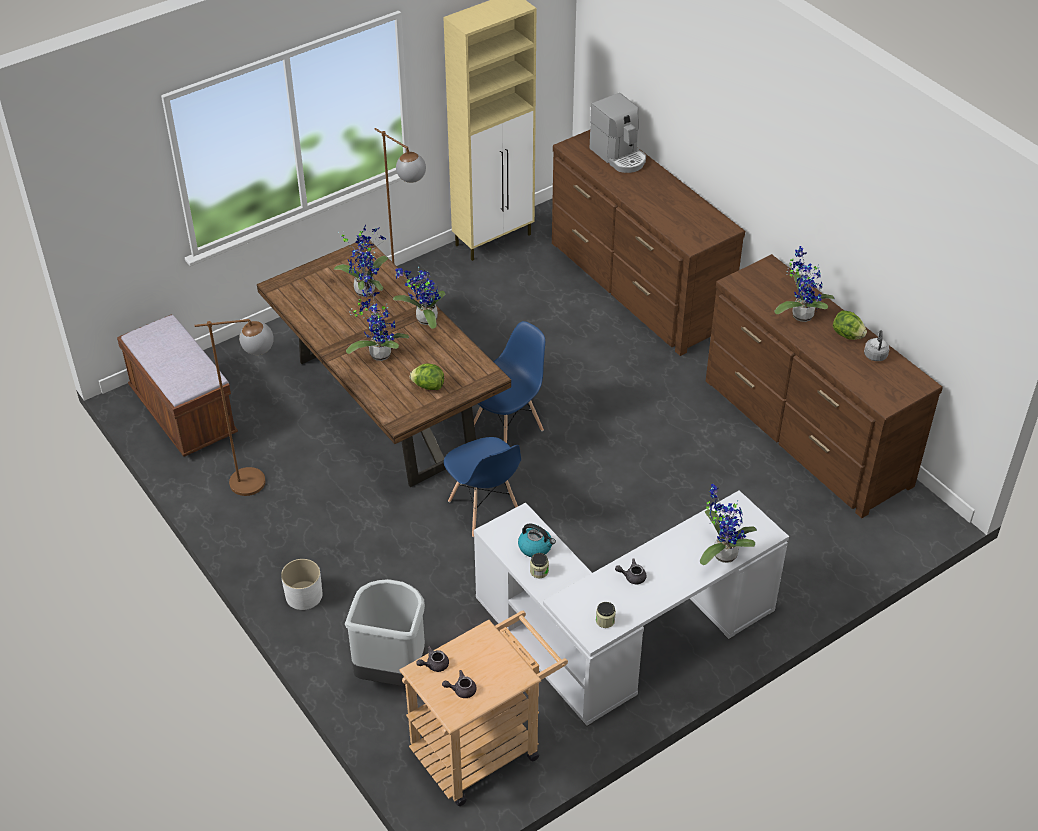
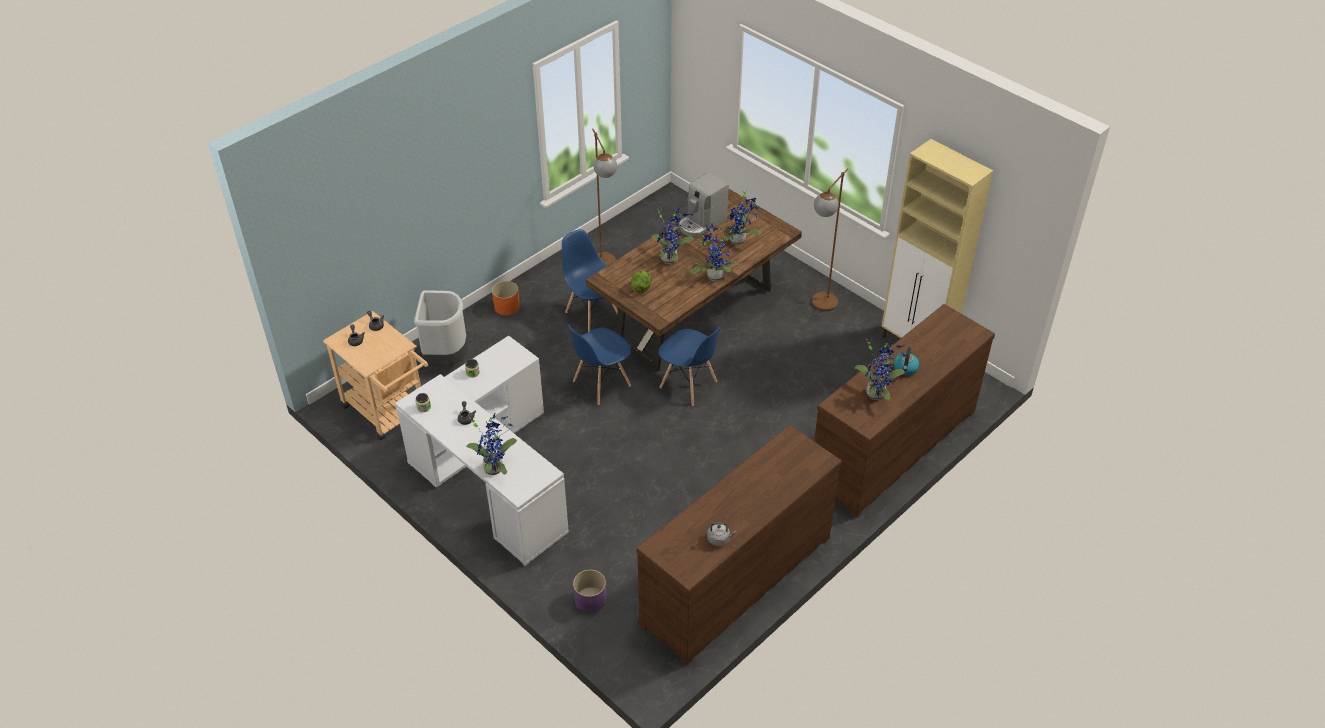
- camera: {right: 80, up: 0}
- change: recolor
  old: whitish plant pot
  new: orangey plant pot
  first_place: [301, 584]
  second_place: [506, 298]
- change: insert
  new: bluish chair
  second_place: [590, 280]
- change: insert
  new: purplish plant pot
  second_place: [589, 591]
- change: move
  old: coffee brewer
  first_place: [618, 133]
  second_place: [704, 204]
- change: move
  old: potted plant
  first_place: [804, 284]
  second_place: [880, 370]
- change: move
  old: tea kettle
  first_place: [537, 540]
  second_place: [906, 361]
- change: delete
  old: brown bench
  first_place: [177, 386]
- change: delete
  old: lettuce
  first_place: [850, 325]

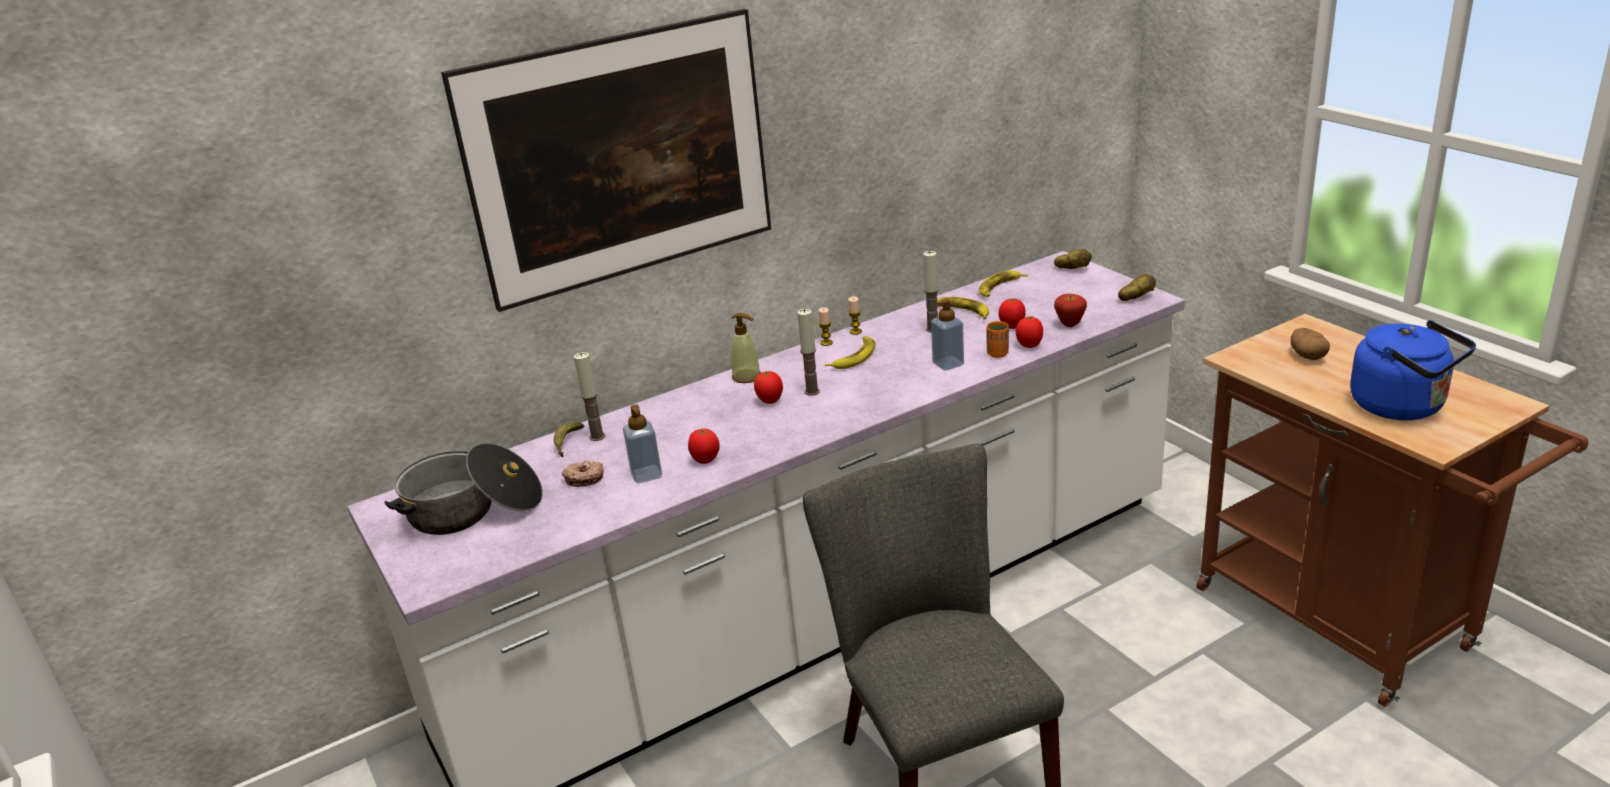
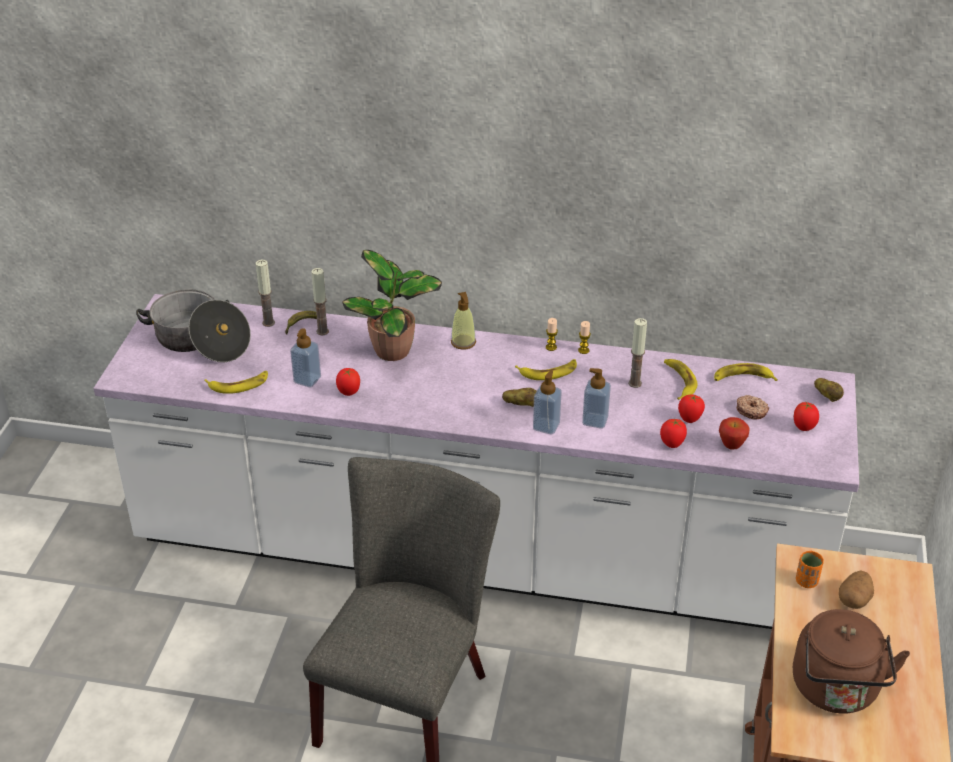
- camera: {right: 40, up: 10}
- change: insert
  new: banana
  second_place: [236, 382]
- change: move
  old: wax candle
  first_place: [808, 352]
  second_place: [265, 293]
- change: insert
  new: potted plant
  second_place: [392, 305]
- change: move
  old: whole potato
  first_place: [1137, 287]
  second_place: [519, 397]
- change: insert
  new: liquid soap bottle
  second_place: [547, 403]
- change: move
  old: ring doughnut
  first_place: [583, 473]
  second_place: [753, 407]
- change: recolor
  old: bluish tea kettle
  new: brown tea kettle
  first_place: [1413, 370]
  second_place: [851, 661]
- change: move
  old: tomato
  first_place: [768, 387]
  second_place: [806, 416]
- change: move
  old: orangey small cup
  first_place: [998, 339]
  second_place: [810, 569]
- change: delete
  old: wall picture
  first_place: [606, 160]

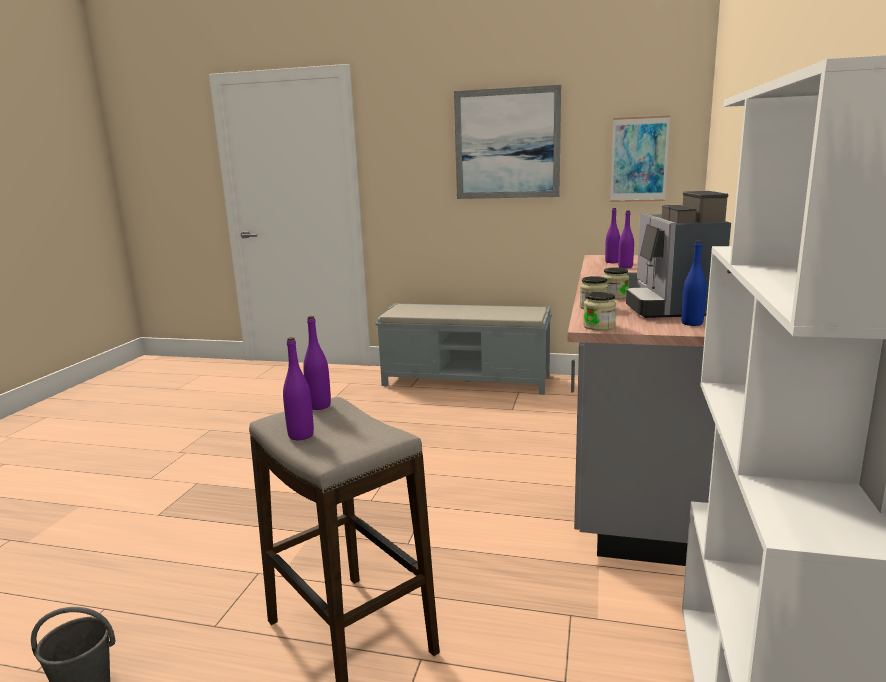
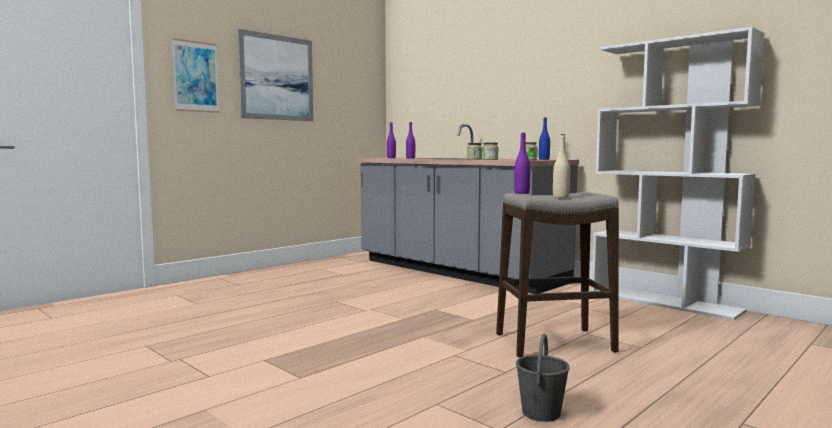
- camera: {right: -60, up: -10}
- change: move
  old: wall picture
  first_place: [640, 159]
  second_place: [195, 75]
- change: recolor
  old: purplish drink bottle
  new: beige drink bottle
  first_place: [298, 388]
  second_place: [561, 166]
- change: delete
  old: gray bench
  first_place: [464, 349]
- change: delete
  old: coffee brewer
  first_place: [678, 254]

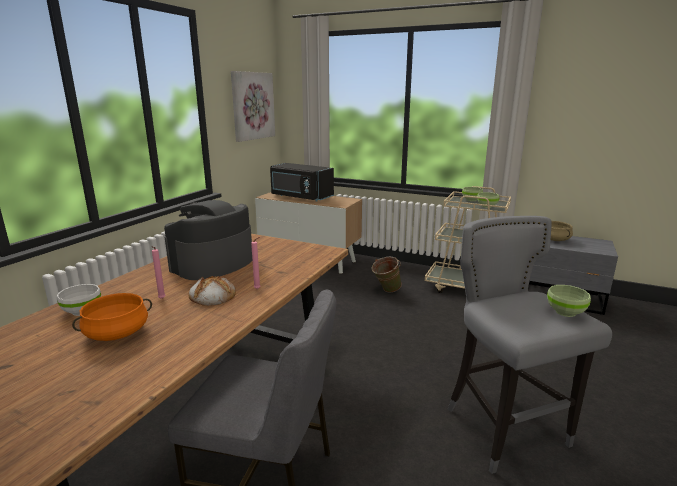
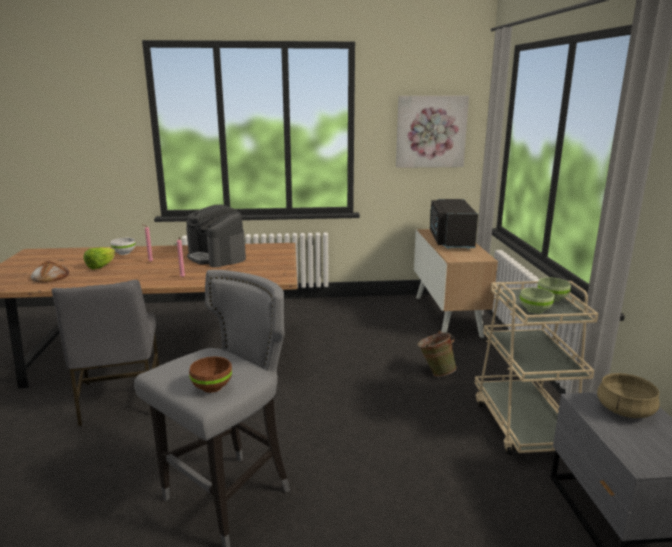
- camera: {right: 60, up: 0}
- change: move
  old: bakery bread
  first_place: [212, 291]
  second_place: [50, 271]
- change: replace
  old: orangey cooking pot
  new: lettuce
  first_place: [112, 317]
  second_place: [99, 258]
- change: rotate
  old: coffee brewer
  first_place: [208, 240]
  second_place: [216, 235]
  degrees: -135
- change: recolor
  old: greenish deep dish
  new: brown deep dish
  first_place: [569, 301]
  second_place: [210, 374]

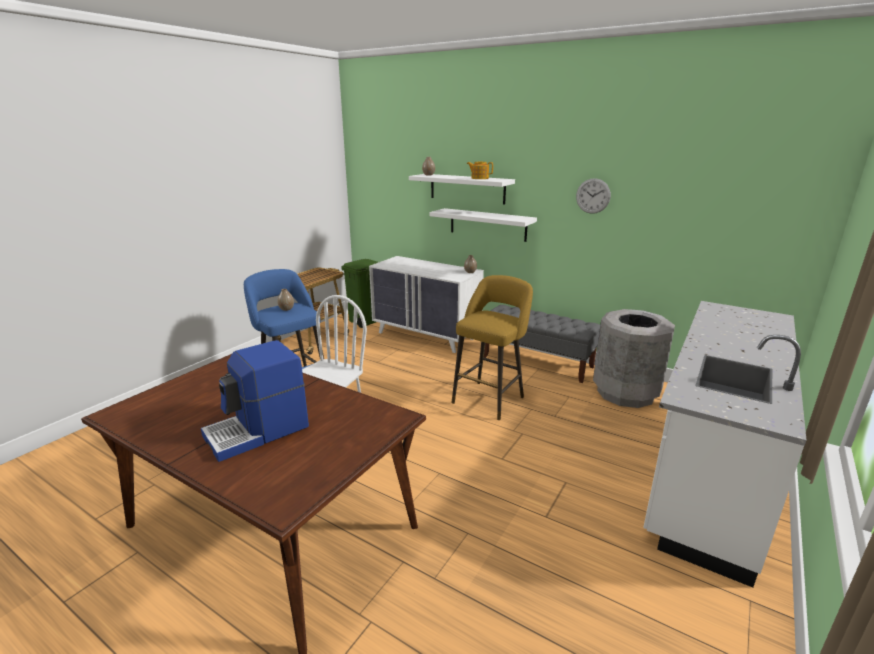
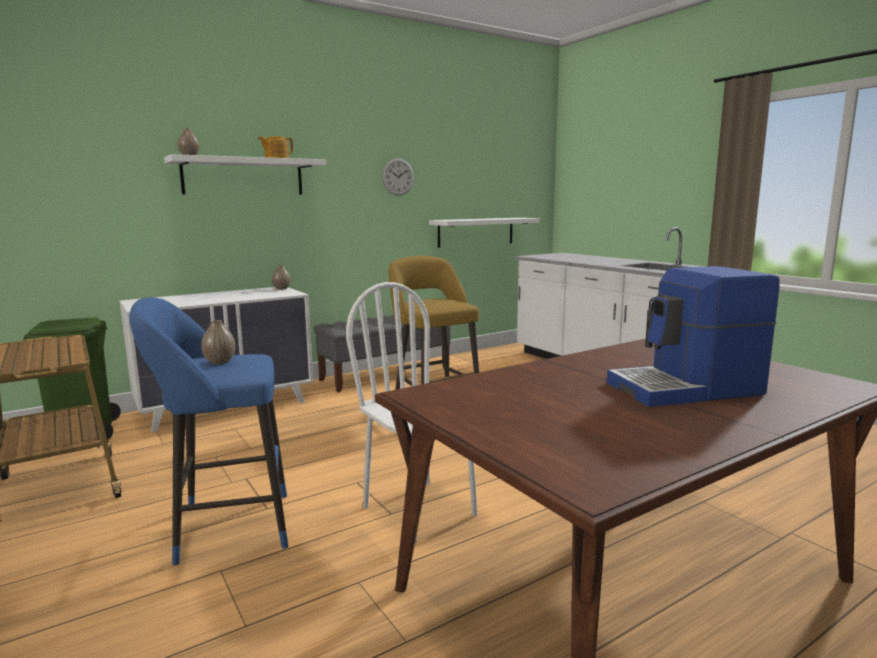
- camera: {right: -65, up: -10}
- change: move
  old: whitish bracket shelf
  first_place: [483, 225]
  second_place: [484, 233]
- change: rotate
  old: coffee brewer
  first_place: [255, 401]
  second_place: [693, 336]
  degrees: 90
- change: delete
  old: gray rubbish bin
  first_place: [634, 358]

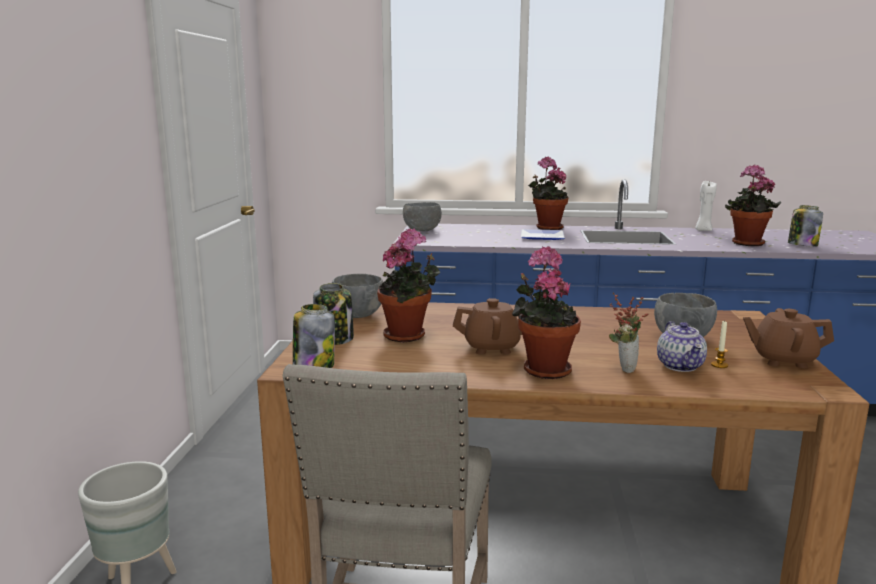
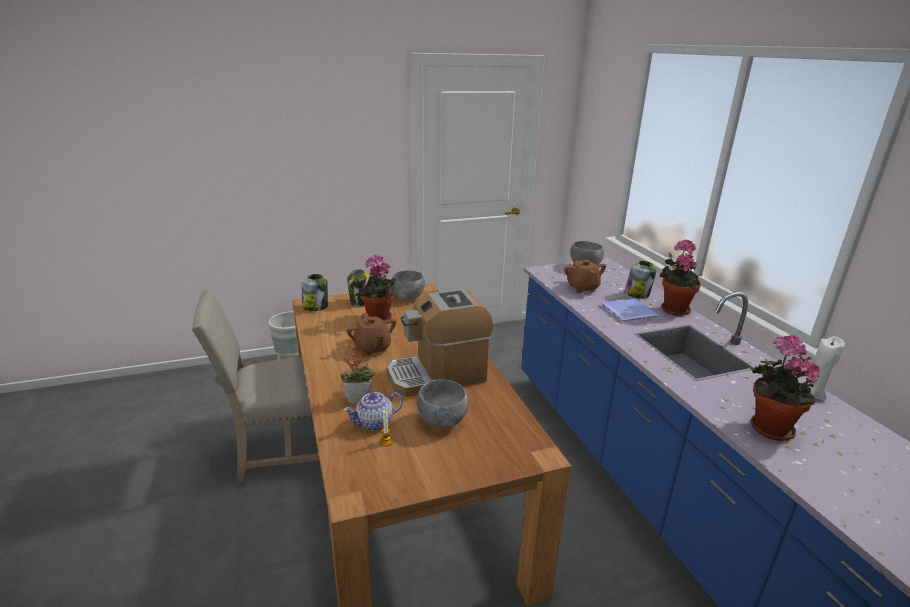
- camera: {right: 65, up: 10}
- change: insert
  new: coffee brewer
  second_place: [440, 343]
- change: move
  old: brown teapot
  first_place: [788, 338]
  second_place: [585, 275]
- change: move
  old: jar
  first_place: [805, 226]
  second_place: [641, 280]
- change: delete
  old: potted plant
  first_place: [546, 312]

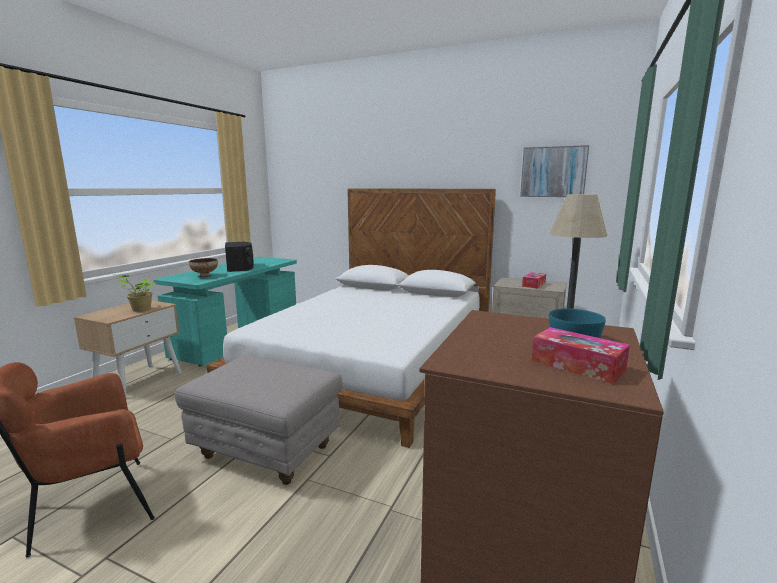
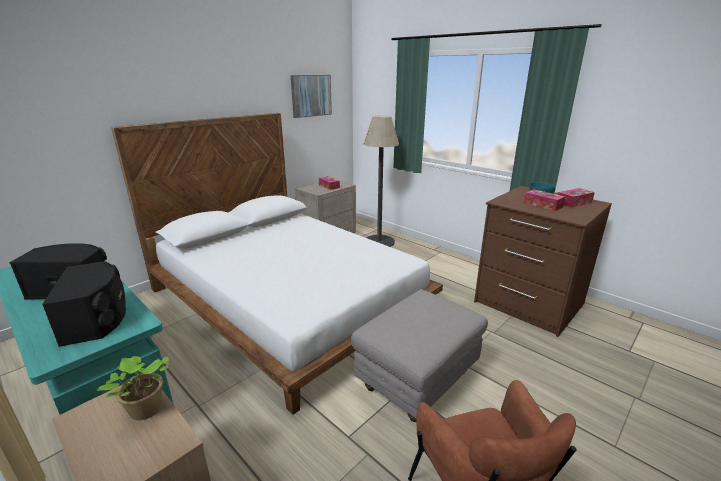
- camera: {right: -70, up: 10}
- change: replace
  old: deep dish
  new: blackish speaker
  first_place: [203, 268]
  second_place: [84, 304]
- change: insert
  new: tissue box
  second_place: [544, 200]

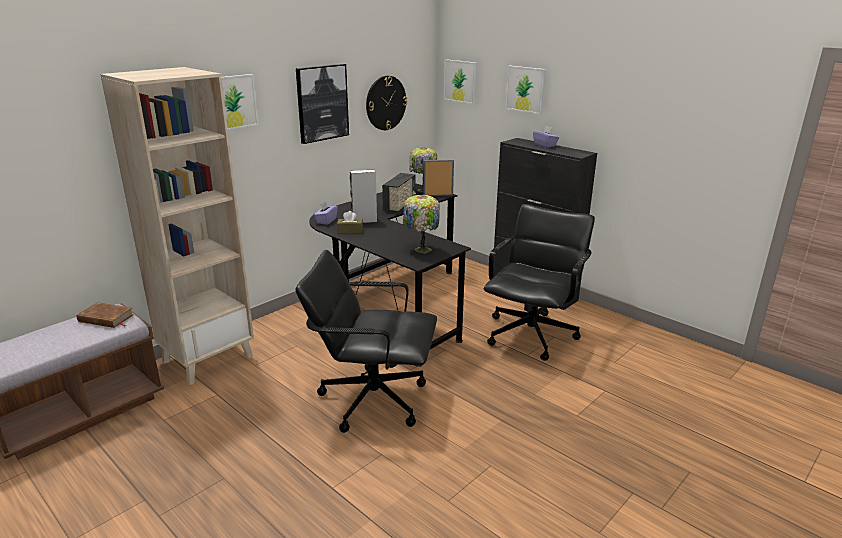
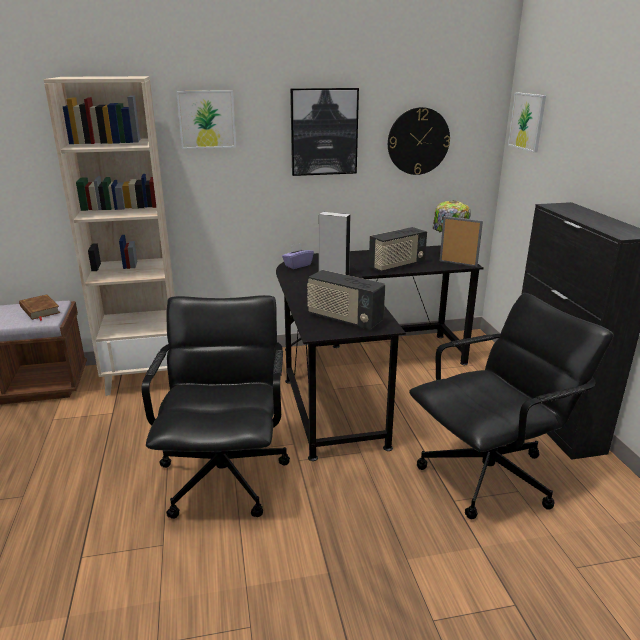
- camera: {right: 35, up: 0}
- change: rotate
  old: blackish office chair
  first_place: [366, 341]
  second_place: [216, 407]
  degrees: 45
- change: replace
  old: tabletop lamp
  new: radio set
  first_place: [421, 224]
  second_place: [346, 299]
- change: delete
  old: brown tissue box
  first_place: [350, 222]
- change: delete
  old: wall picture
  first_place: [525, 90]
- change: delete
  old: purplish tissue box
  first_place: [546, 137]

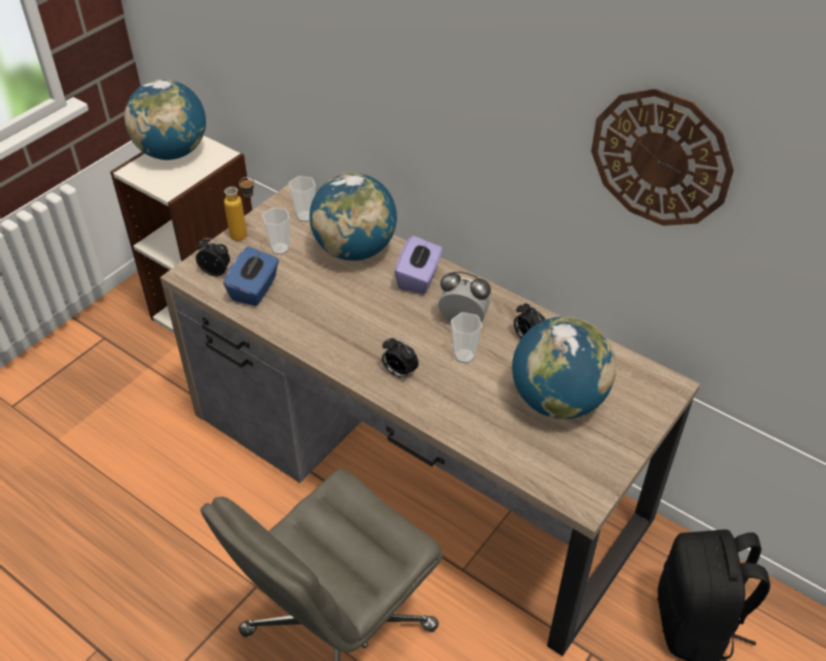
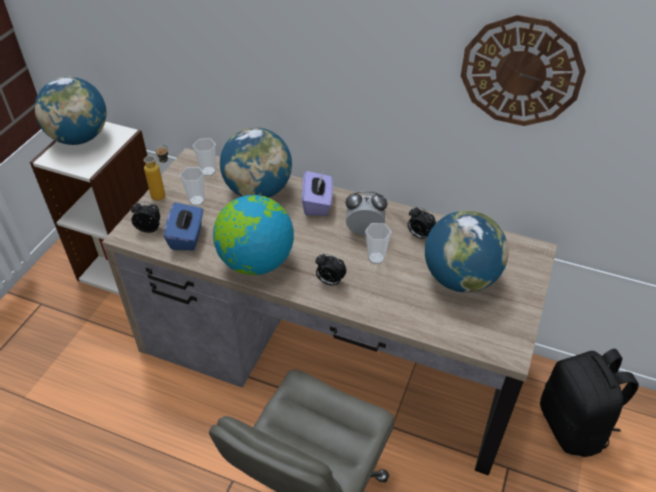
- camera: {right: -15, up: 0}
- change: insert
  new: world globe
  second_place: [253, 235]

